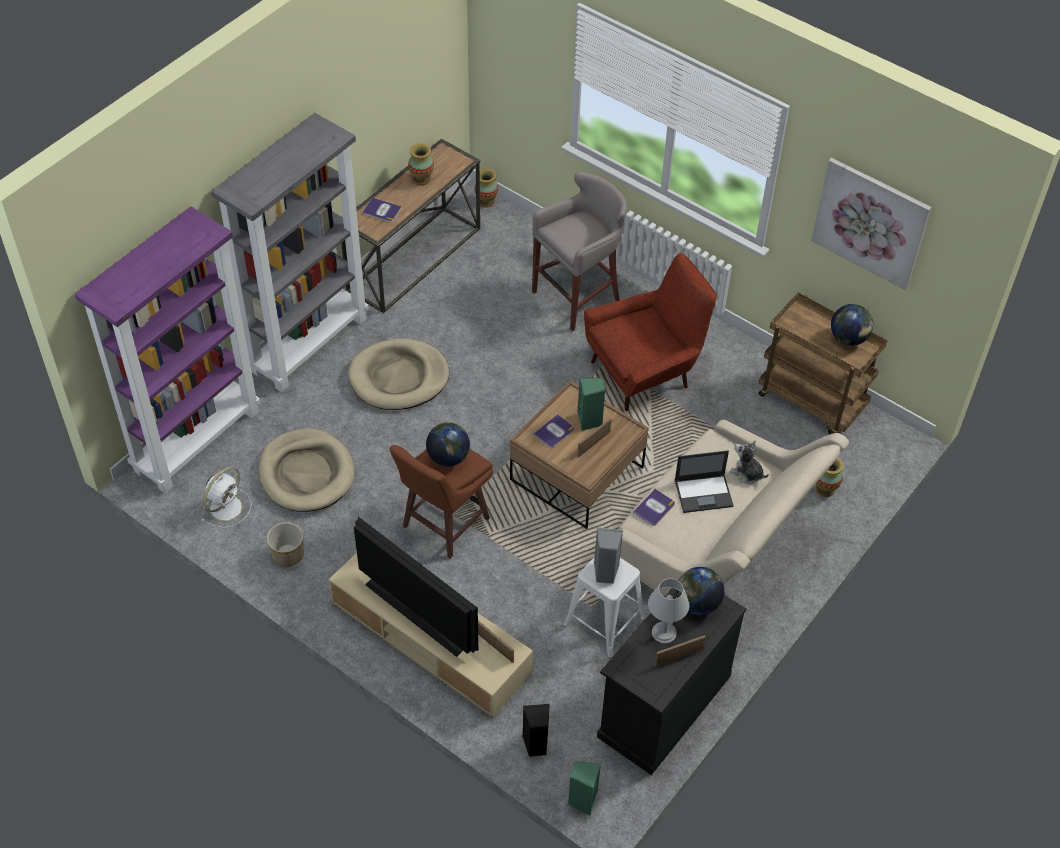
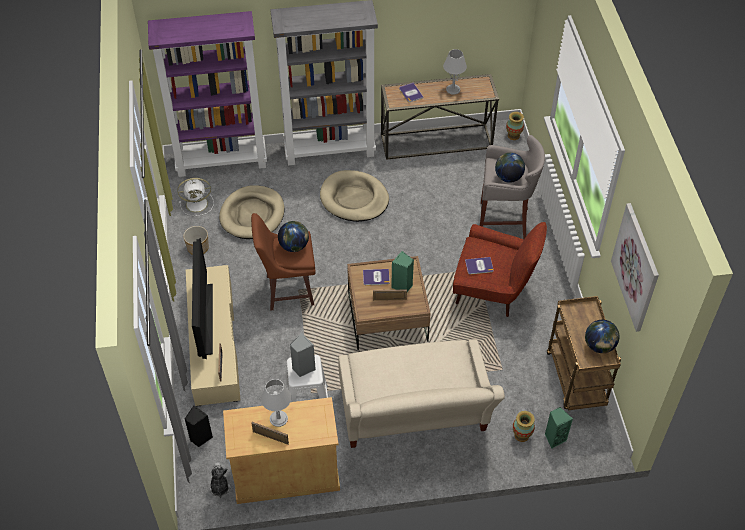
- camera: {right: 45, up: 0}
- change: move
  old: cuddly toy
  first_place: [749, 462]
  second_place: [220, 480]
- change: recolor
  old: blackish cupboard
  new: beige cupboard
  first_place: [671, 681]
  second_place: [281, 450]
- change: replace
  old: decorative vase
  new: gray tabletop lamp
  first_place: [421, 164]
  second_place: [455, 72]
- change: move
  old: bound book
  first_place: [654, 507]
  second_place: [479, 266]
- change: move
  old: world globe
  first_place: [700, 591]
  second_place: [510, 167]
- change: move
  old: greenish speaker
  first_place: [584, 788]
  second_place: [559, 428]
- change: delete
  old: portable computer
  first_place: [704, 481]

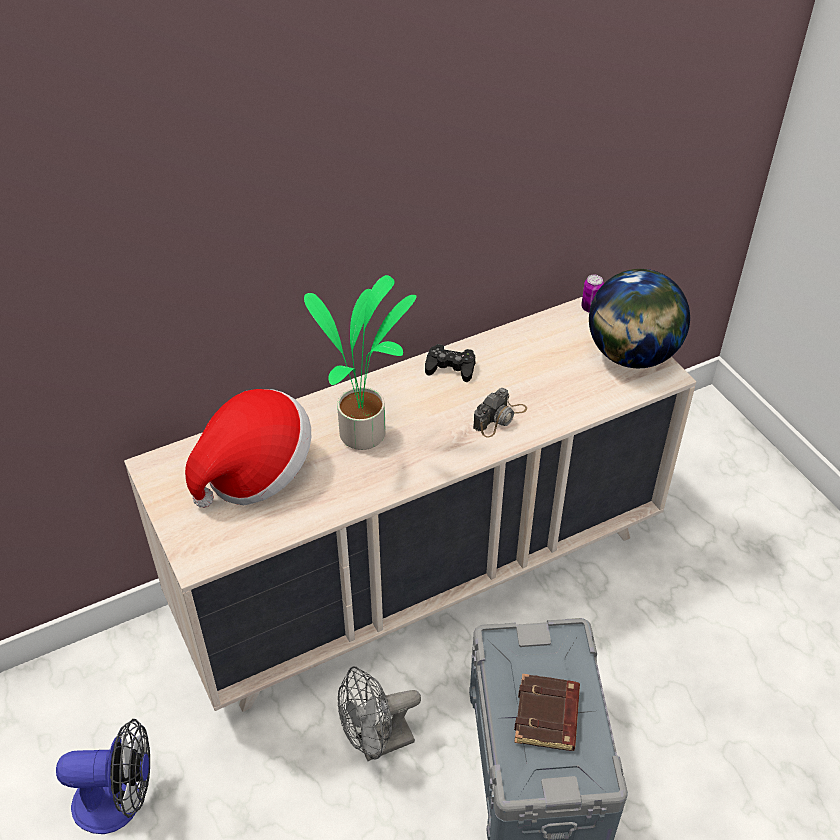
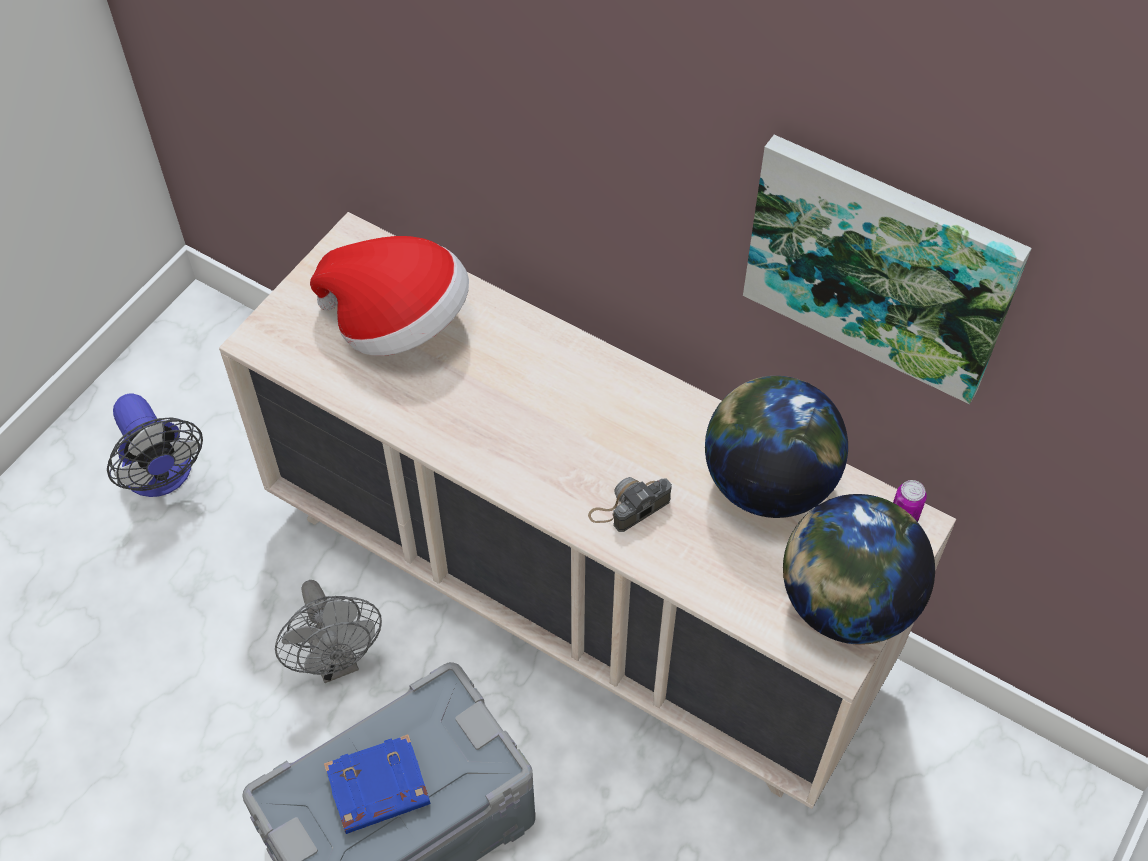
- camera: {right: 60, up: 10}
- change: rotate
  old: gray fan
  first_place: [379, 714]
  second_place: [328, 631]
  degrees: -150
- change: recolor
  old: brown bound book
  new: bluish bound book
  first_place: [547, 712]
  second_place: [377, 784]
- change: rotate
  old: still camera
  first_place: [500, 413]
  second_place: [630, 504]
  degrees: 135
- change: insert
  new: world globe
  second_place: [776, 447]
- change: insert
  new: wall picture
  second_place: [887, 269]
- change: delete
  old: potted plant
  first_place: [360, 362]
- change: delete
  old: blackish gamepad
  first_place: [450, 363]

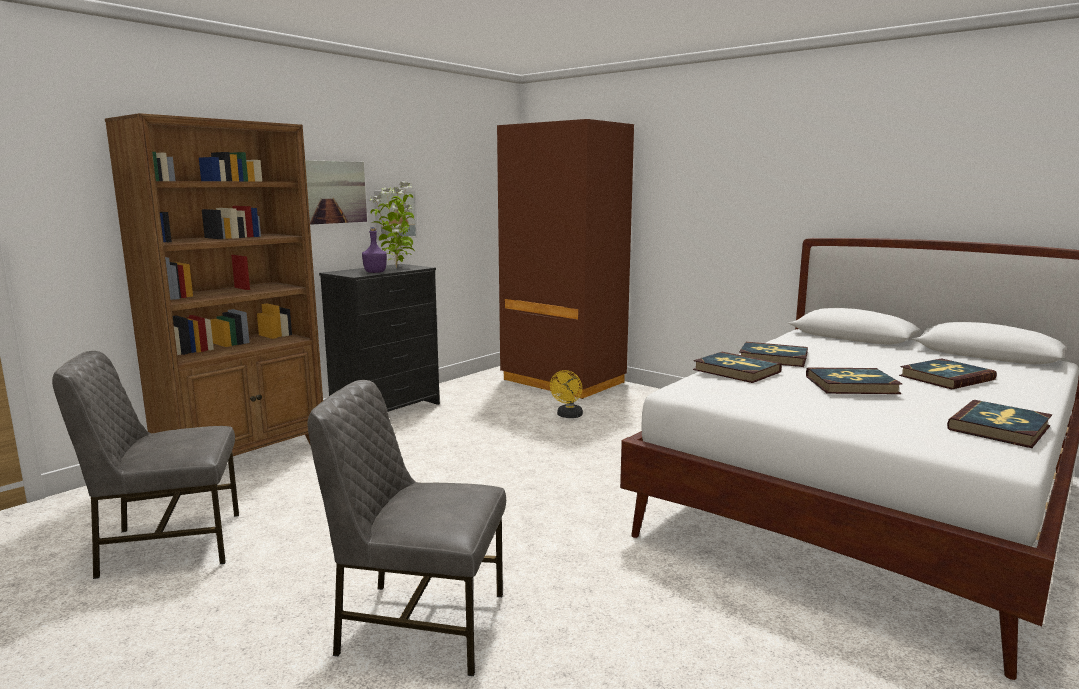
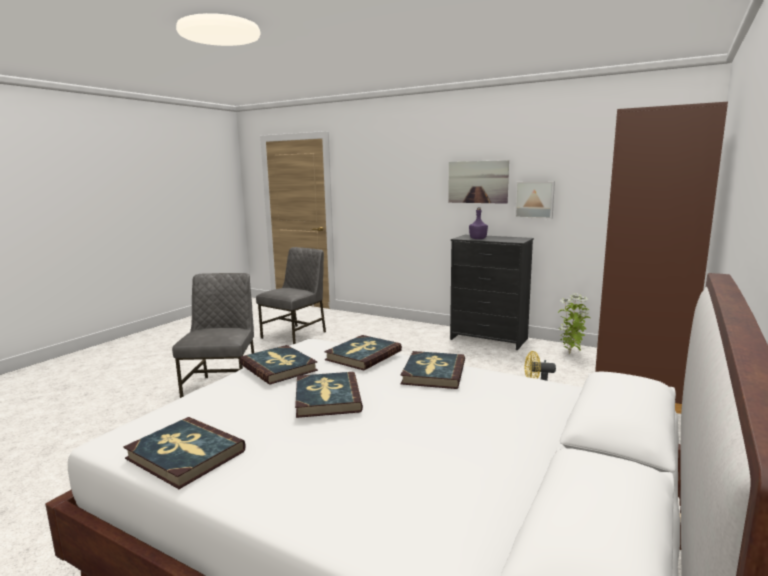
- camera: {right: 80, up: 0}
- change: move
  old: bound book
  first_place: [948, 373]
  second_place: [279, 364]
- change: rotate
  old: gray chair
  first_place: [145, 465]
  second_place: [291, 295]
  degrees: 60
- change: move
  old: potted plant
  first_place: [392, 224]
  second_place: [574, 323]
- change: delete
  old: brown bookcase
  first_place: [214, 284]

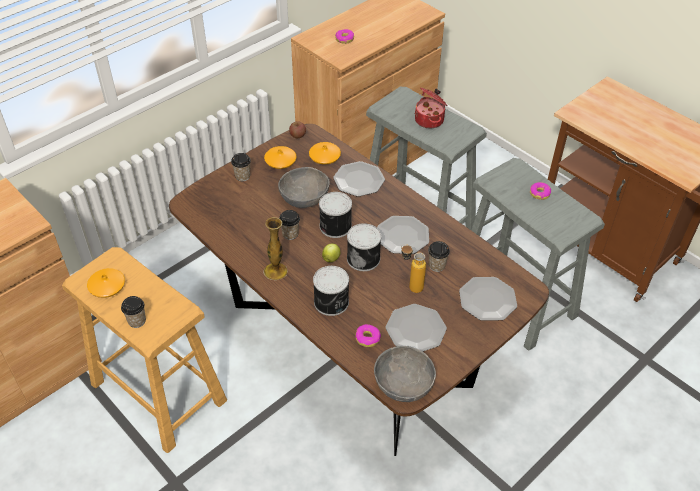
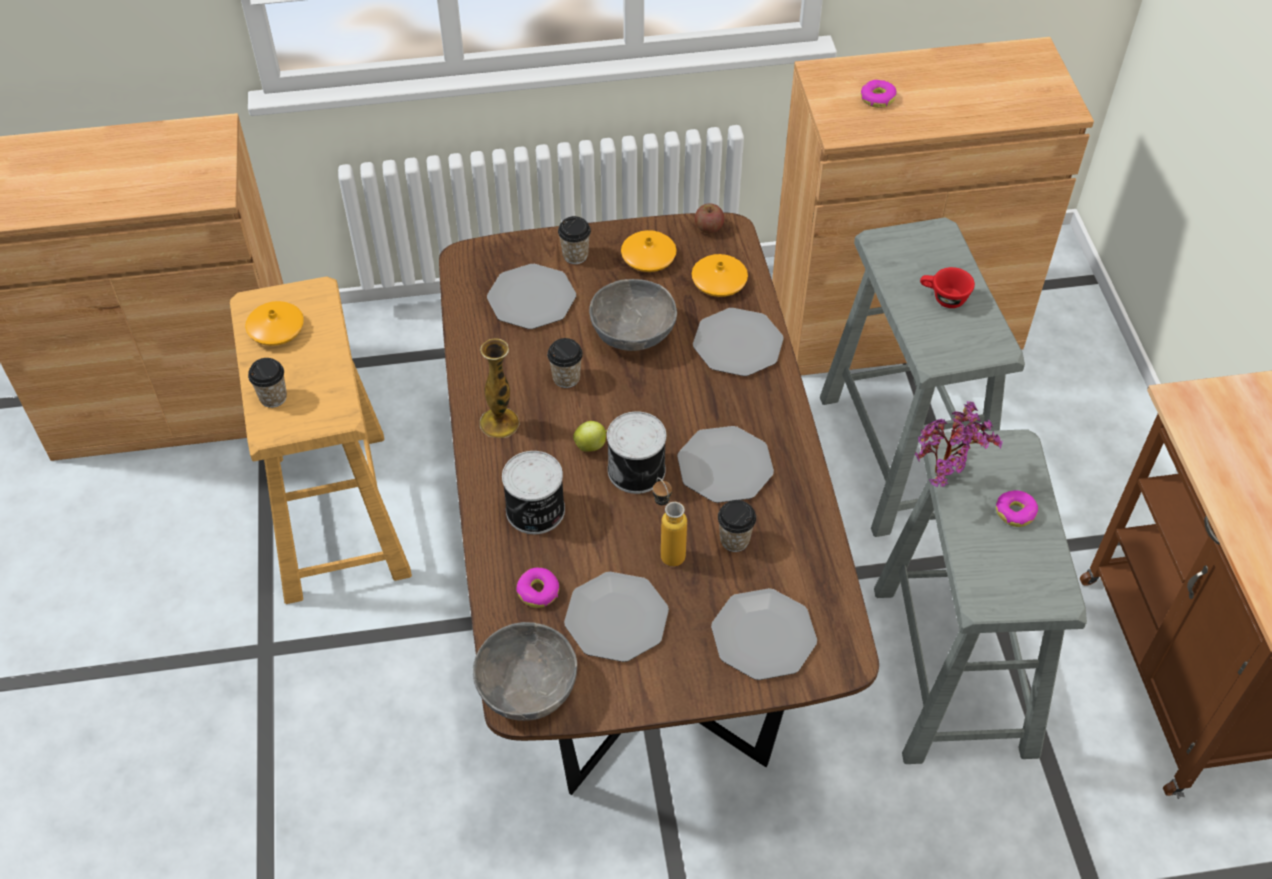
- camera: {right: 35, up: 5}
- change: insert
  new: flat dish
  second_place: [531, 296]
- change: insert
  new: potted plant
  second_place: [959, 444]
- change: replace
  old: cooking pot
  new: red-coloured small cup
  first_place: [431, 108]
  second_place: [947, 287]
- change: delete
  old: can
  first_place: [335, 215]

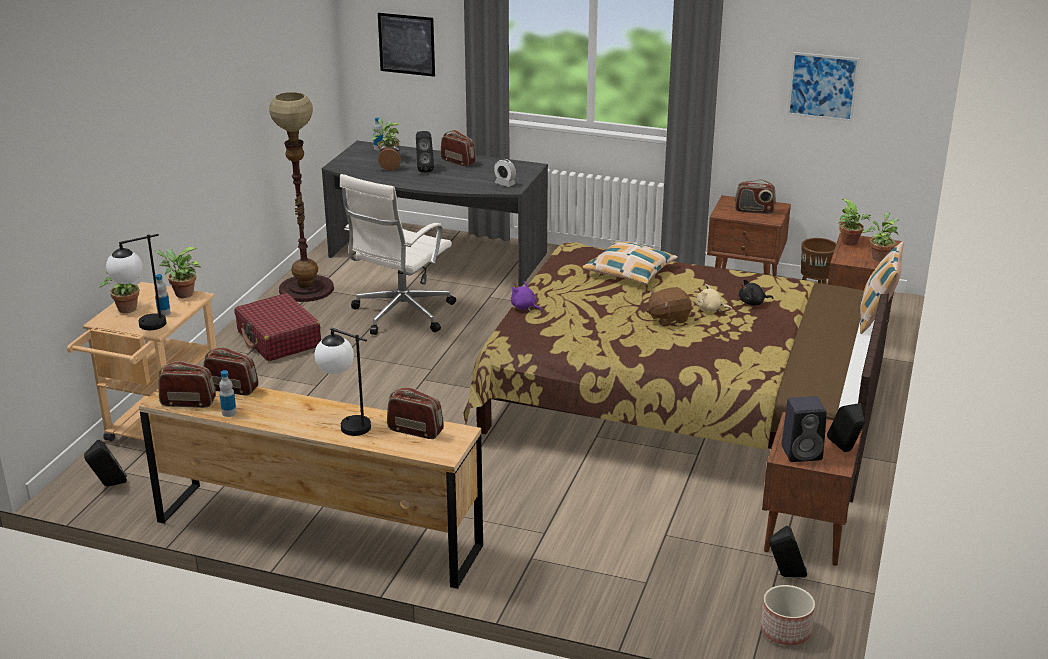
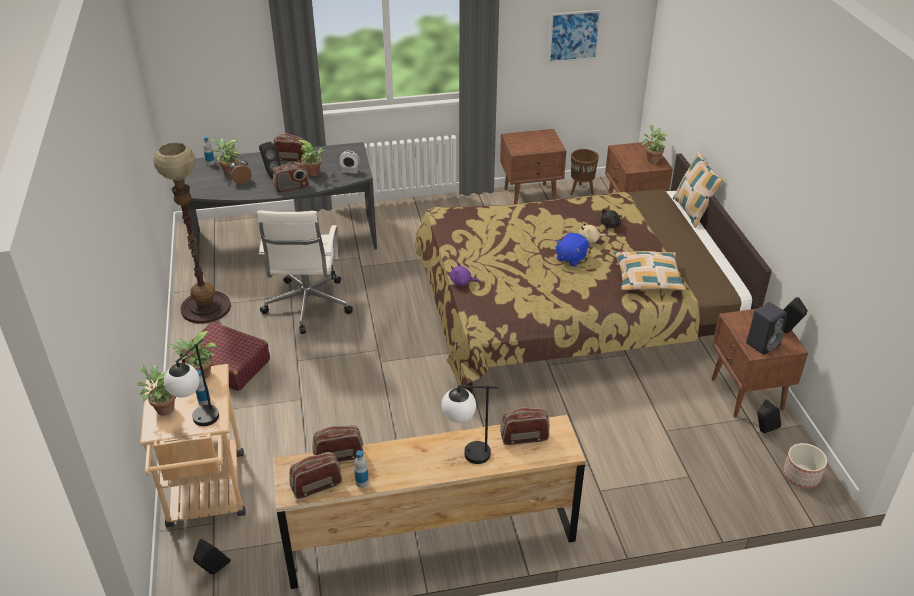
- camera: {right: -30, up: 10}
- change: move
  old: radio set
  first_place: [755, 196]
  second_place: [291, 177]
- change: move
  old: potted plant
  first_place: [854, 222]
  second_place: [312, 158]
- change: recolor
  old: brown cuddly toy
  new: bluish cuddly toy
  first_place: [669, 306]
  second_place: [572, 249]
- change: move
  old: cushion
  first_place: [630, 263]
  second_place: [650, 271]
- change: delete
  old: wall picture
  first_place: [406, 45]

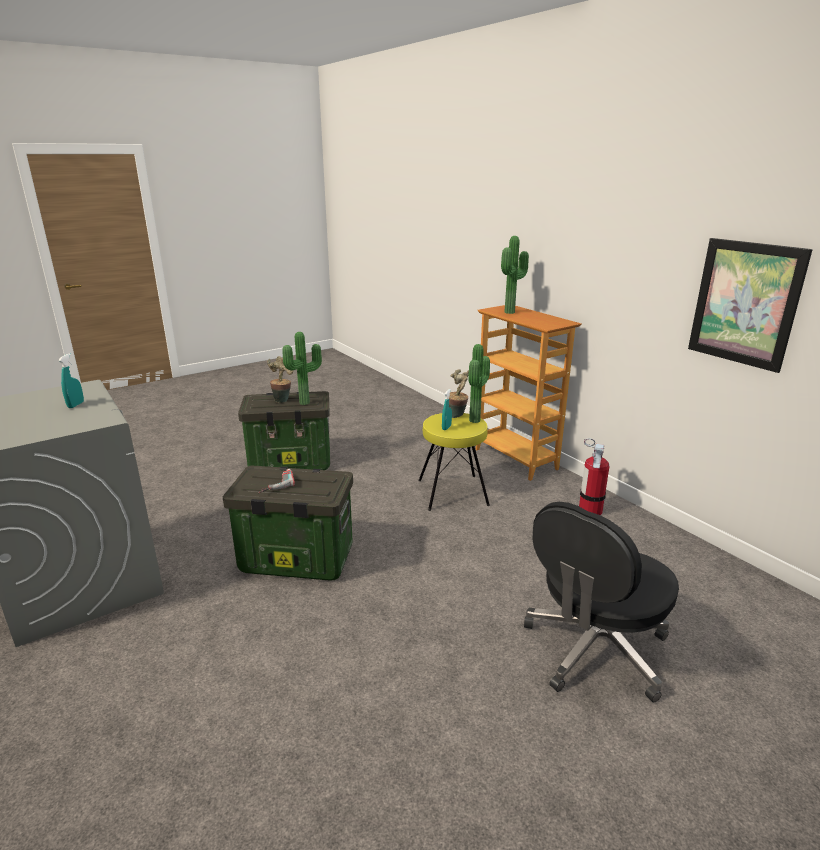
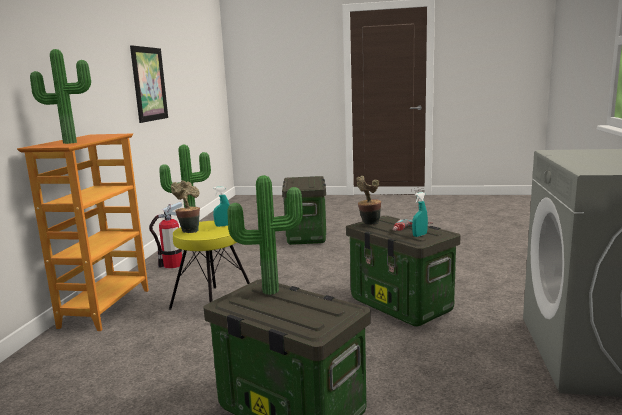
- camera: {right: -135, up: -10}
- change: replace
  old: blackish office chair
  new: storage box
  first_place: [601, 602]
  second_place: [304, 210]
- change: move
  old: potted plant
  first_place: [280, 379]
  second_place: [368, 200]
- change: move
  old: blue-green sprayer
  first_place: [71, 380]
  second_place: [420, 214]

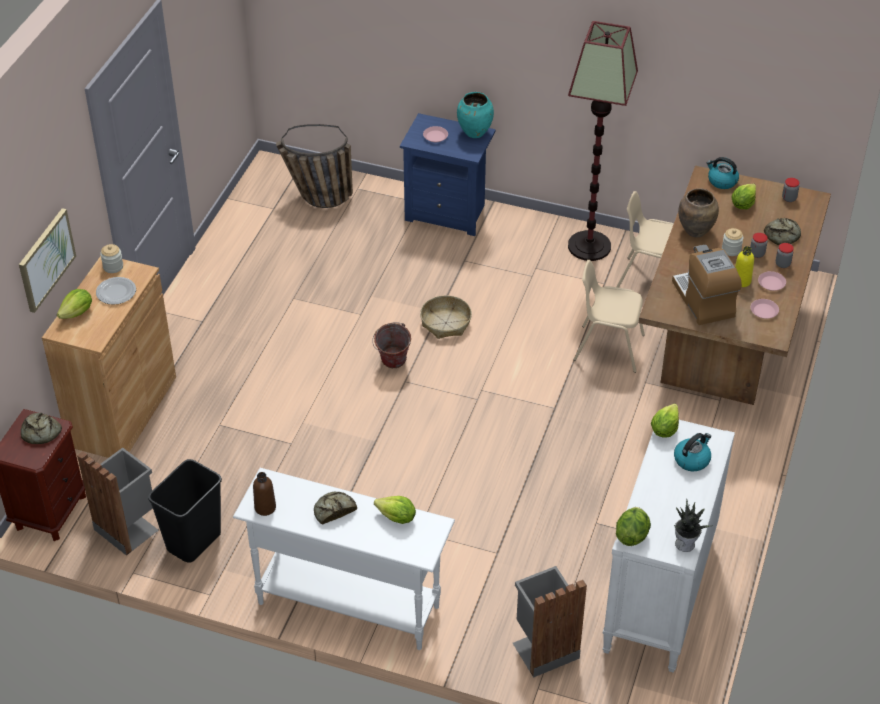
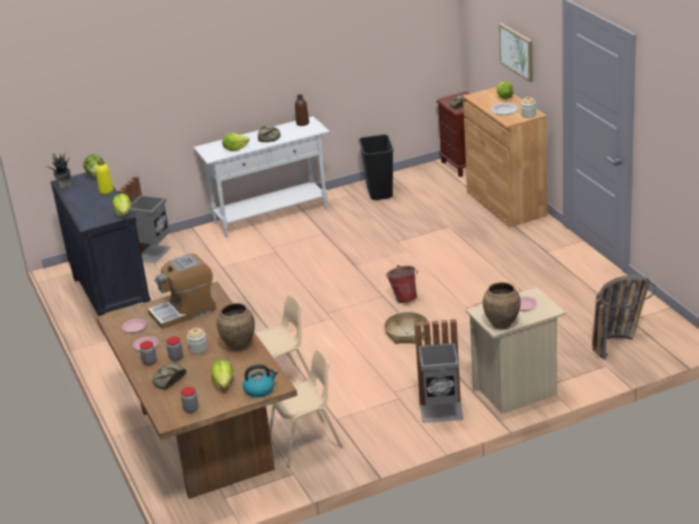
- camera: {right: 140, up: -15}
- change: recolor
  old: whitish dresser
  new: blackish dresser
  first_place: [668, 546]
  second_place: [101, 244]
- change: move
  old: yellow drink bottle
  first_place: [744, 266]
  second_place: [104, 176]
- change: rotate
  old: coffee brewer
  first_place: [707, 285]
  second_place: [182, 291]
  degrees: 120
- change: move
  old: gray rubbish bin
  first_place: [117, 502]
  second_place: [439, 371]
- change: recolor
  old: bluish night table
  new: beige night table
  first_place: [448, 174]
  second_place: [516, 350]
- change: recolor
  old: blue-green decorative vase
  new: brown decorative vase
  first_place: [475, 115]
  second_place: [502, 305]
- change: delete
  old: standing lamp
  first_place: [603, 141]
- change: delete
  old: tea kettle
  first_place: [692, 452]

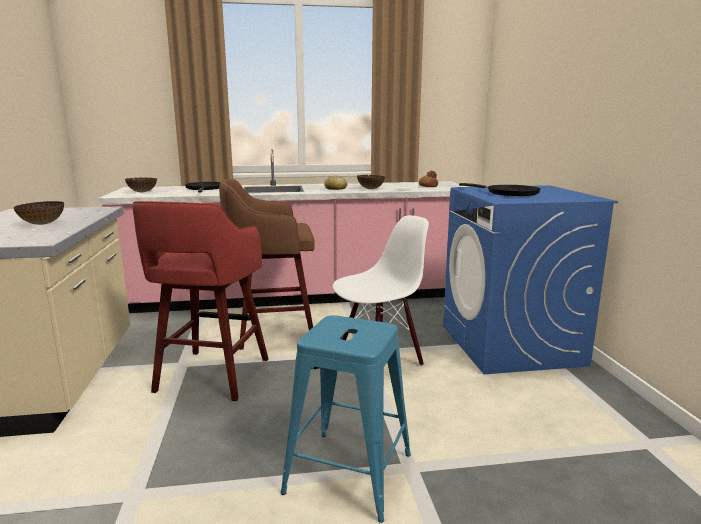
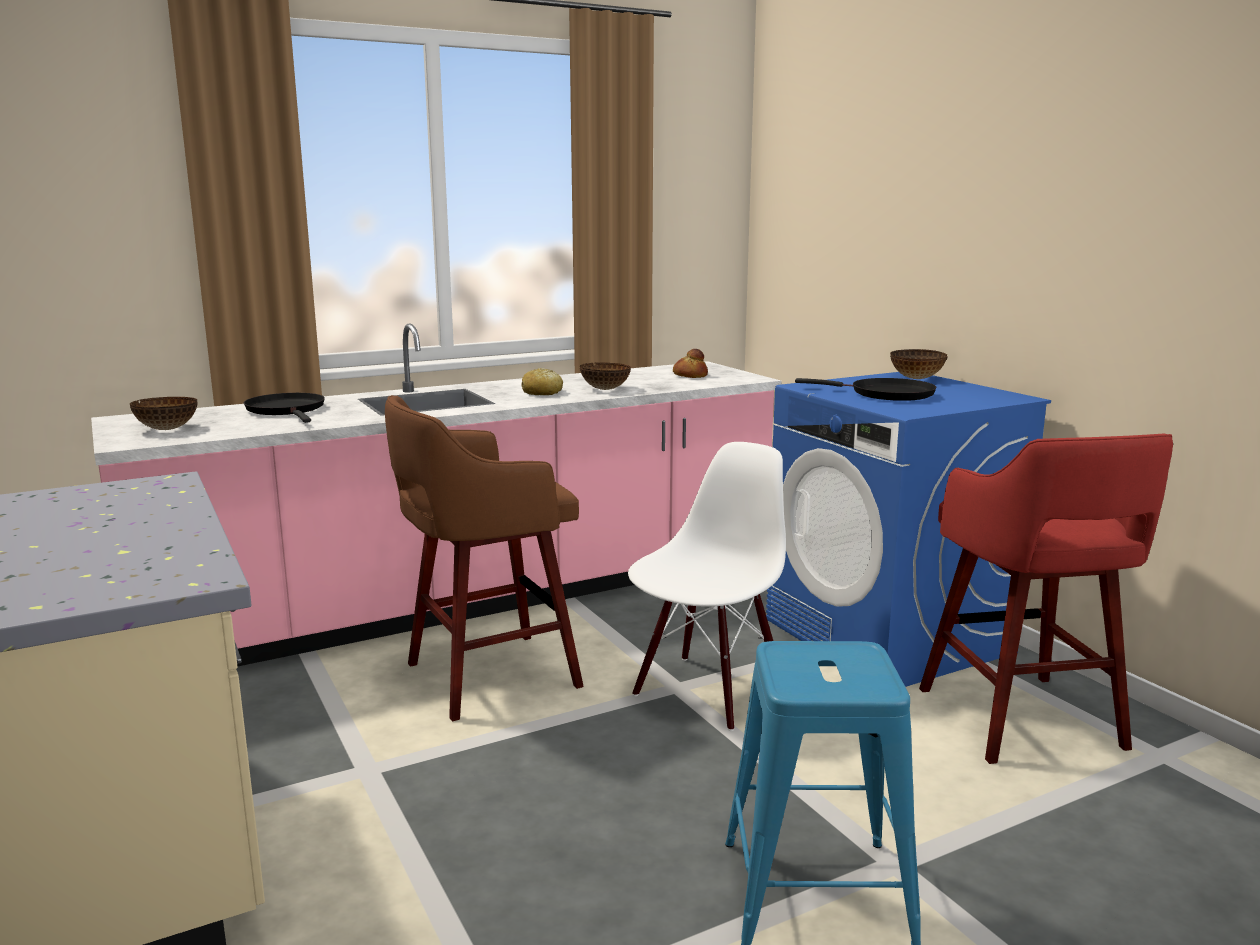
- camera: {right: -20, up: 0}
- change: move
  old: deep dish
  first_place: [38, 213]
  second_place: [918, 364]
- change: move
  old: red-coloured stool
  first_place: [201, 301]
  second_place: [1046, 599]

